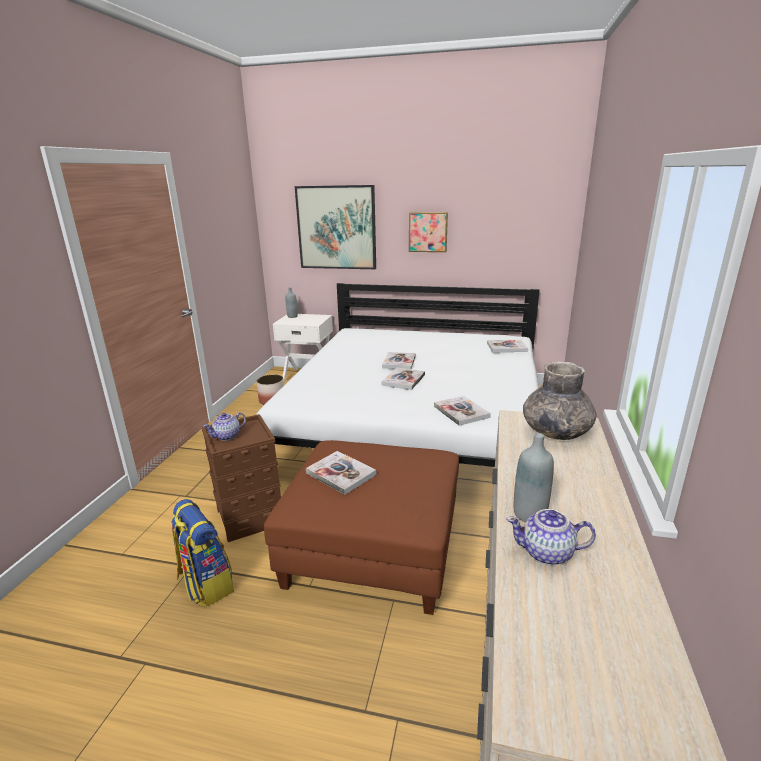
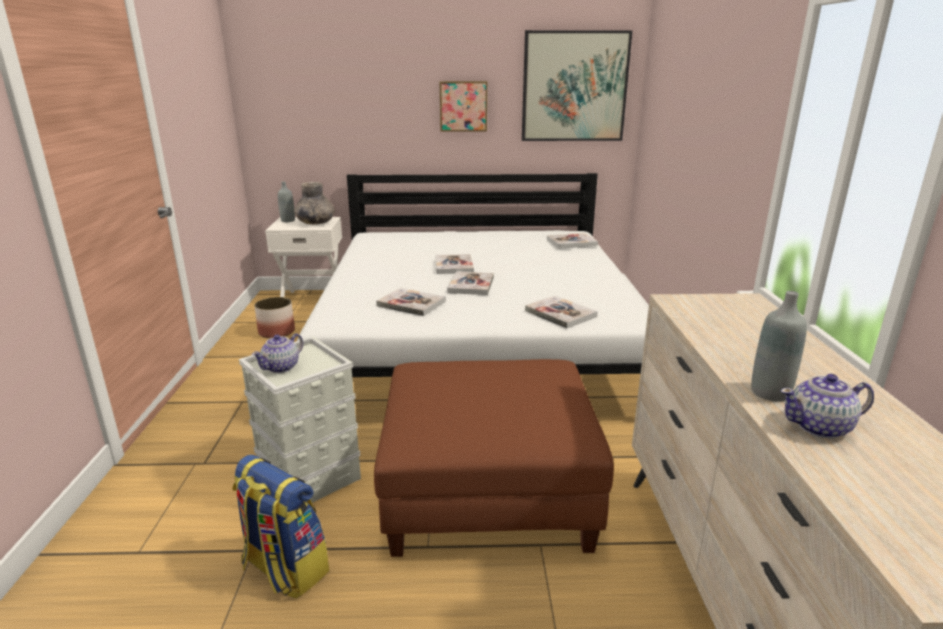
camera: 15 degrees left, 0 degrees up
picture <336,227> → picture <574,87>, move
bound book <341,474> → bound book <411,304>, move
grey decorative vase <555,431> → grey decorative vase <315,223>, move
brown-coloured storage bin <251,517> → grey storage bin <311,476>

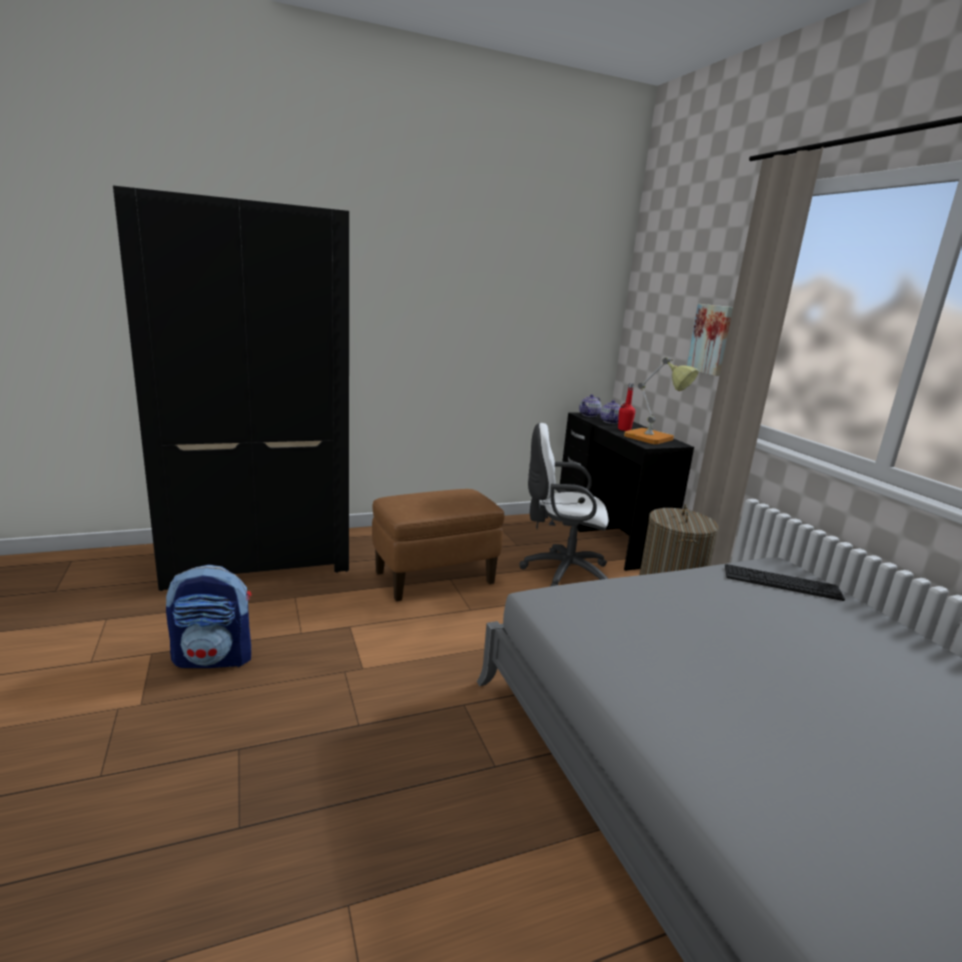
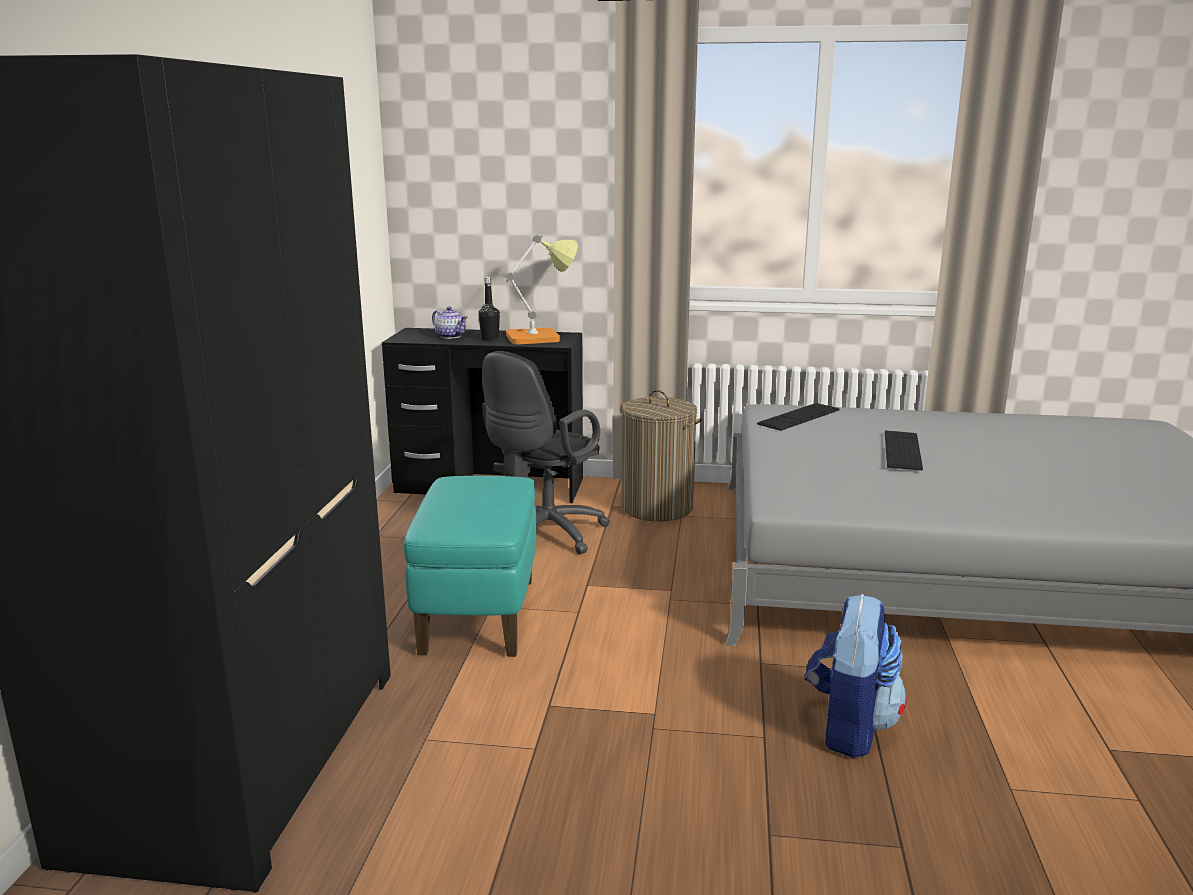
camera: 60 degrees left, 0 degrees up
pot for tea <589,415> → -
picture <711,339> → -
- → computer keyboard <902,450>
knapsack <214,658> → knapsack <849,727>, move
brown-coloured footrest <435,578> → blue-green footrest <478,615>
white-coloured computer chair <561,572> → black computer chair <543,536>
red-coloured beverage bottle <624,429> → black beverage bottle <489,338>

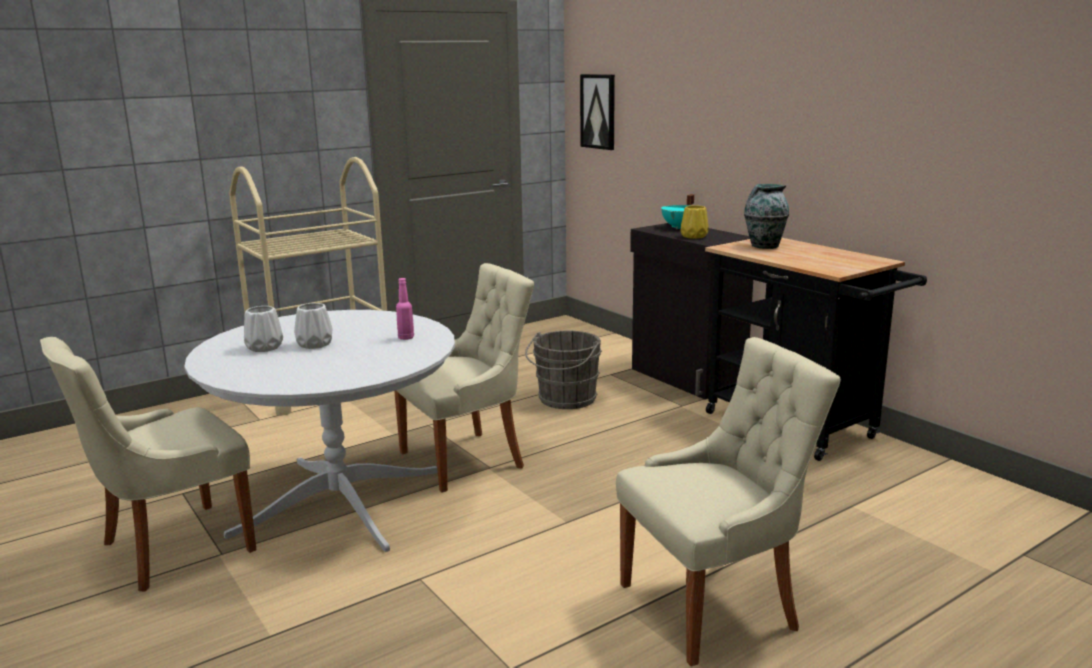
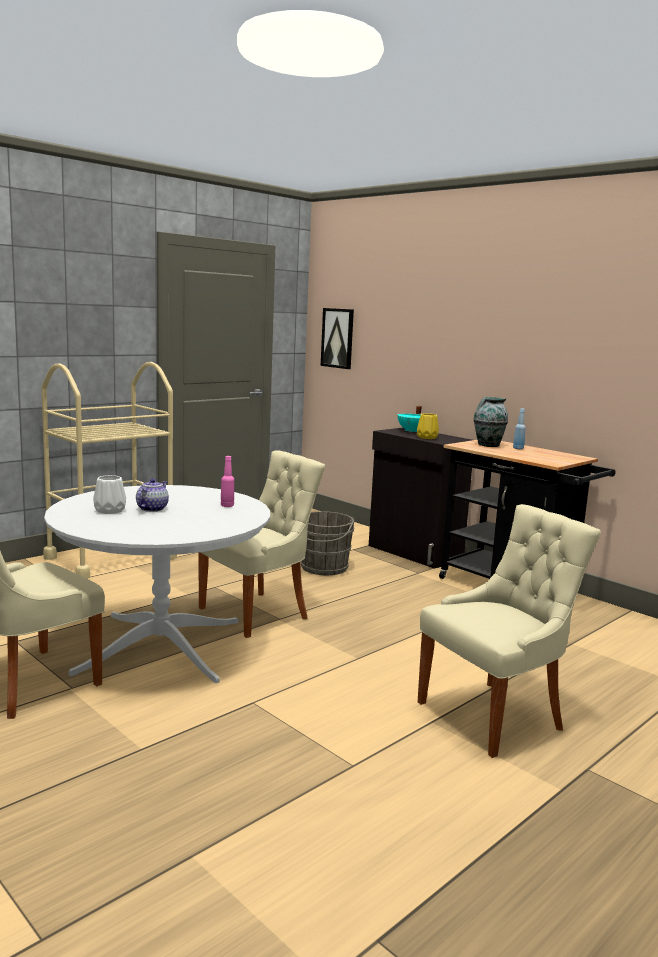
camera: 10 degrees left, 5 degrees down
- → bluish beverage bottle <518,448>
white-coloured decorative vase <315,344> → pot for tea <152,509>

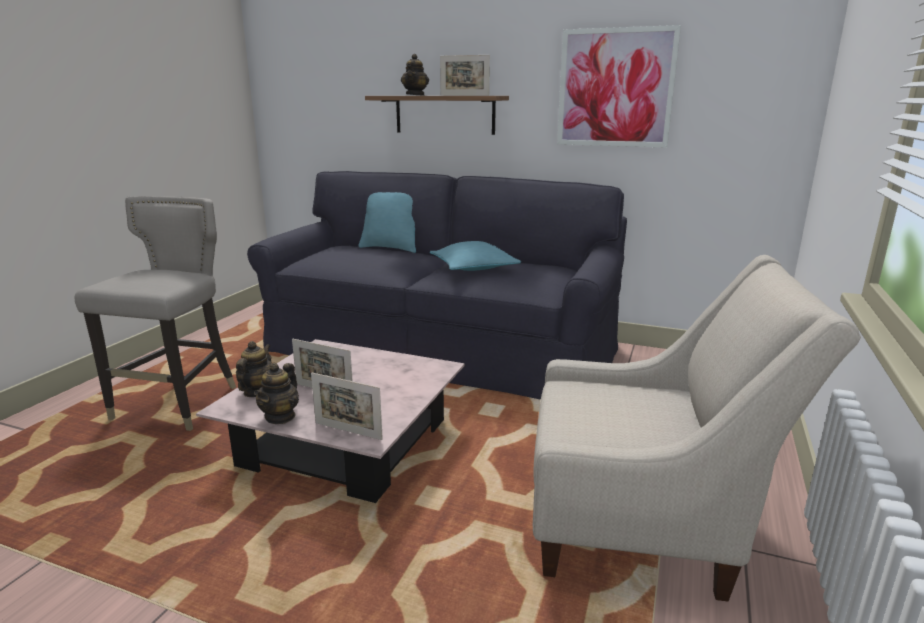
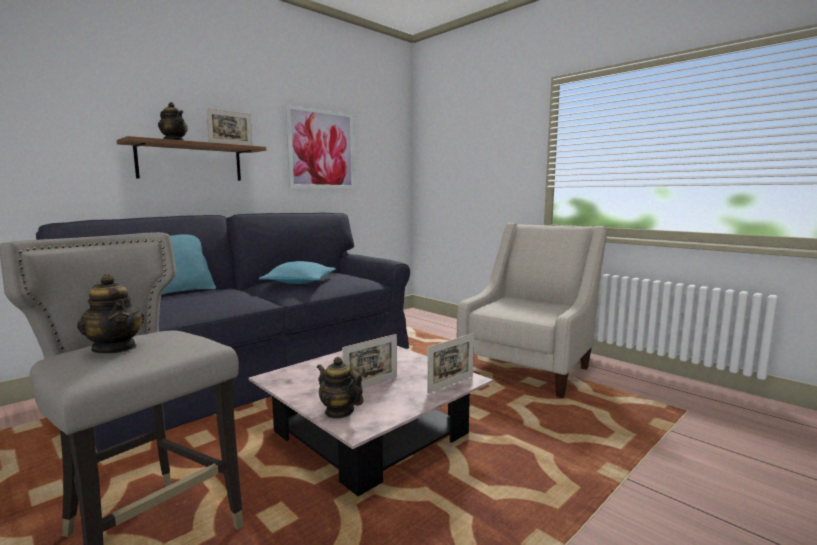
camera: 65 degrees left, 10 degrees down
pot for tea <280,416> → pot for tea <115,348>, move

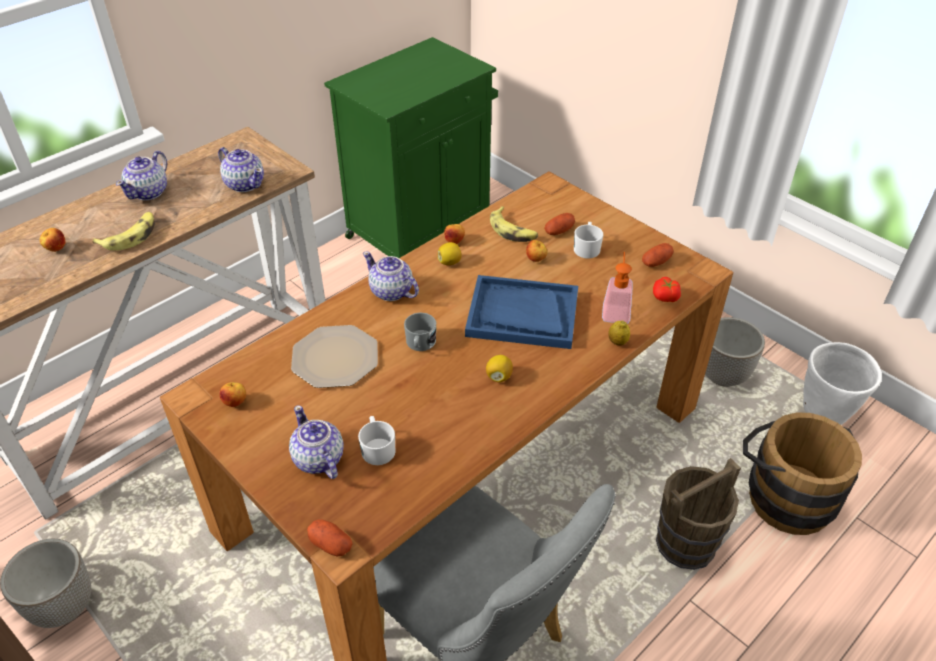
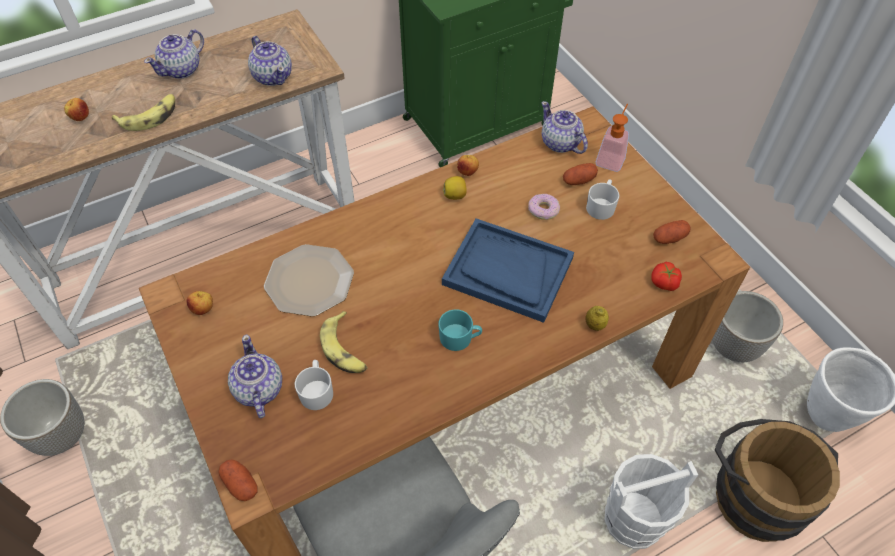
camera: 15 degrees right, 10 degrees up
grey mug <420,344> → -
pot for tea <391,292> → pot for tea <560,143>, move
banana fruit <513,230> → banana fruit <345,349>, move
liquid soap bottle <616,310> → liquid soap bottle <611,158>, move
whole lemon <499,376> → blue-green mug <460,338>
apple <536,259> → donut <543,210>
brown-coloured water bucket <684,544> → white-coloured water bucket <632,519>

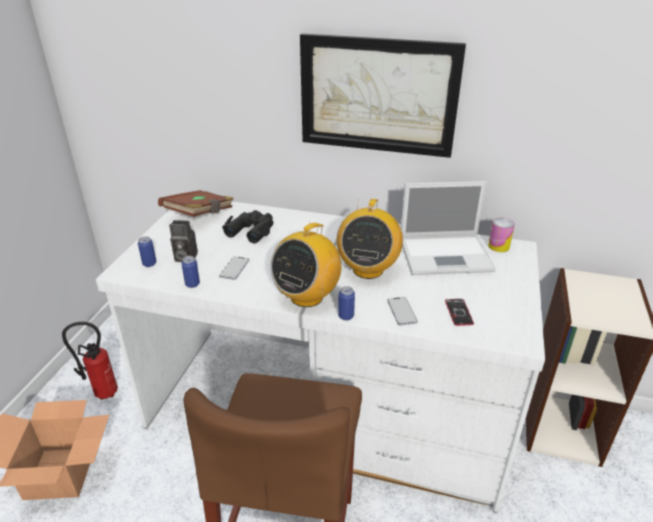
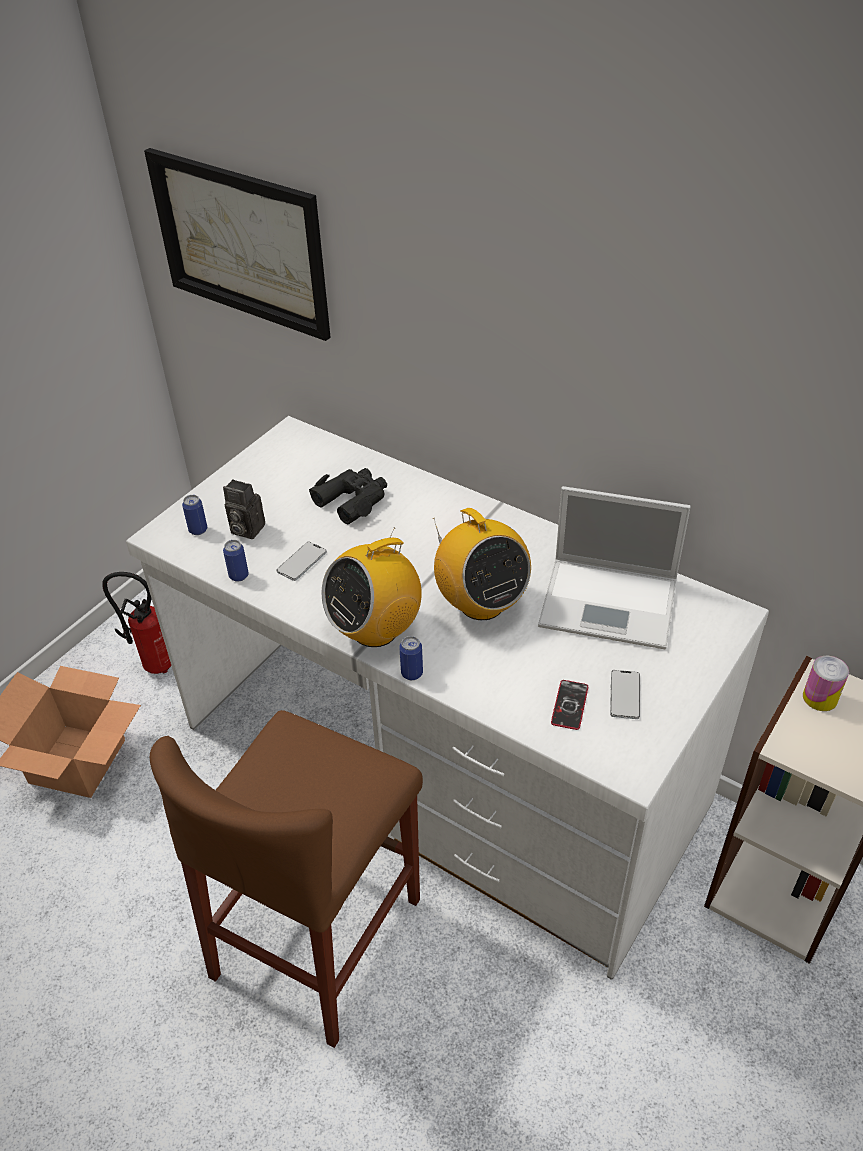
camera: 20 degrees right, 10 degrees up
brown-coloured bound book <200,215> → -
picture <378,95> → picture <241,243>, move
phone <402,312> → phone <625,695>, move
can <498,246> → can <820,698>, move
radio receiver <368,269> → radio receiver <481,603>, 60 degrees counterclockwise

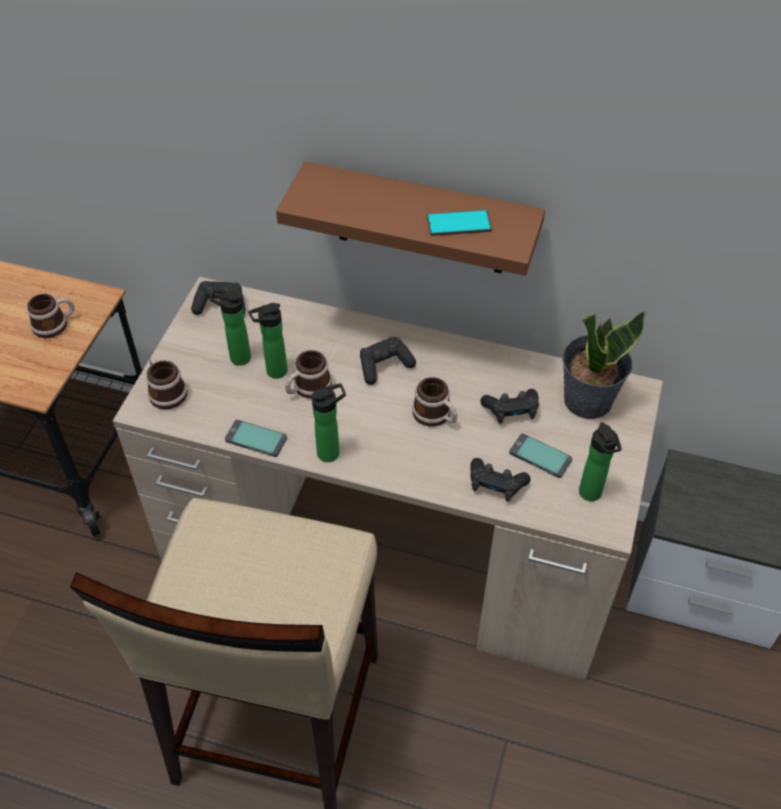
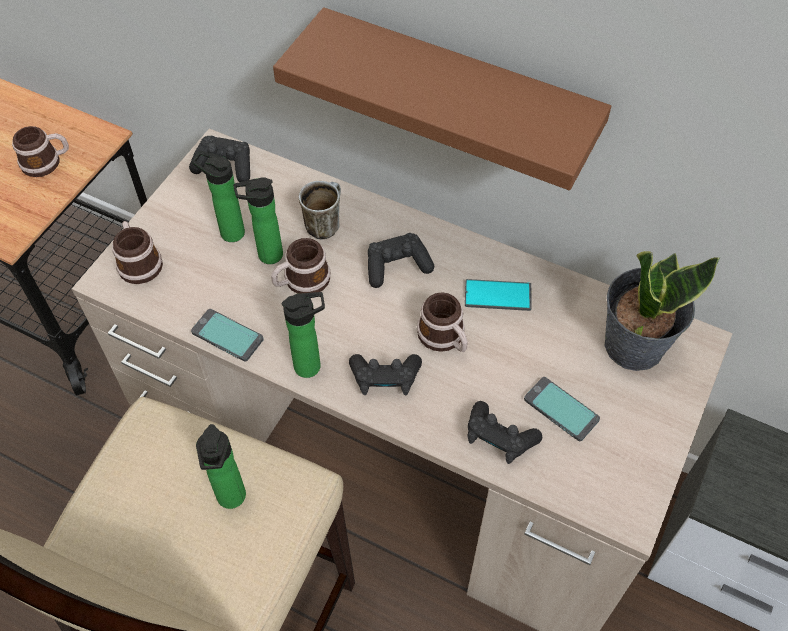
camera: 10 degrees right, 5 degrees up
- → mug <324,223>
phone <459,223> → phone <498,295>, move
black joypad <511,411> → black joypad <385,379>, move
beverage bottle <591,495> → beverage bottle <231,500>, move

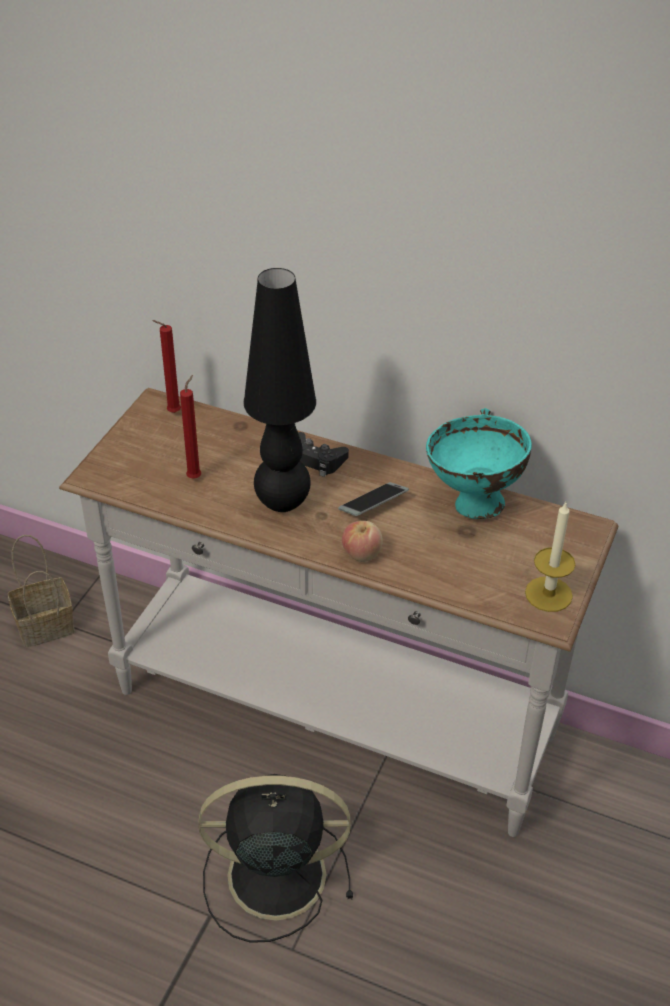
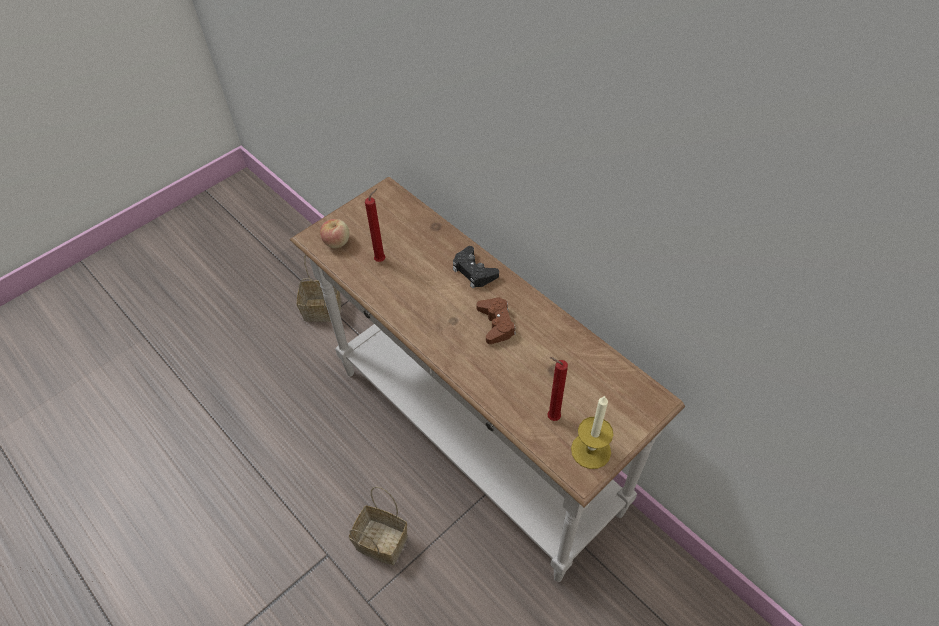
camera: 25 degrees right, 10 degrees up
black tabletop lamp <282,503> → -
blue-green bowl <472,505> → -
red-coloured candle <171,413> → red-coloured candle <551,417>, move
apple <361,553> → apple <337,242>, move
black electric fan <272,875> → household basket <379,542>
phone <373,504> → brown-coloured joypad <496,324>

